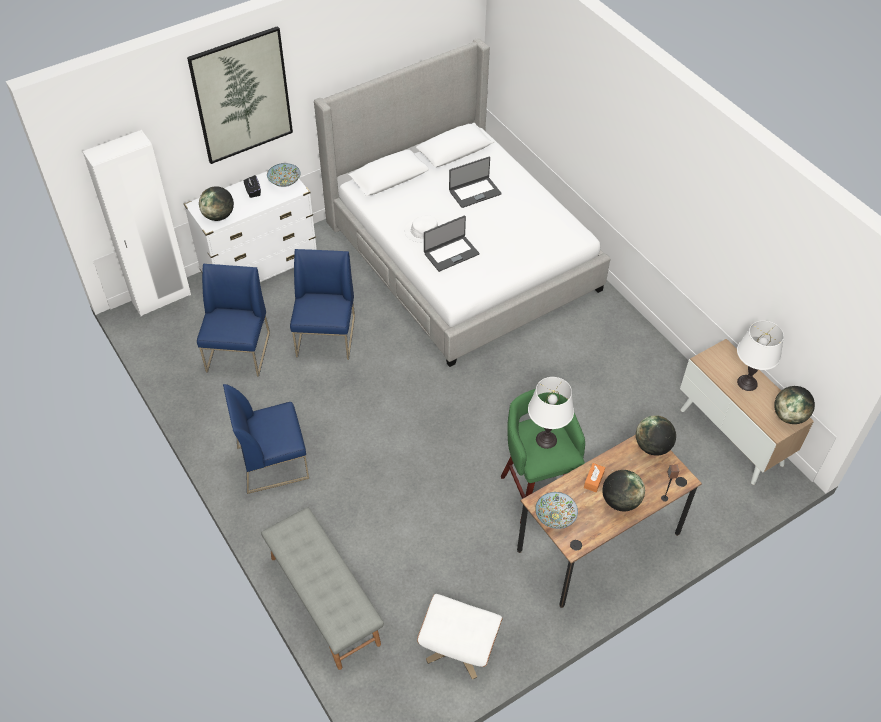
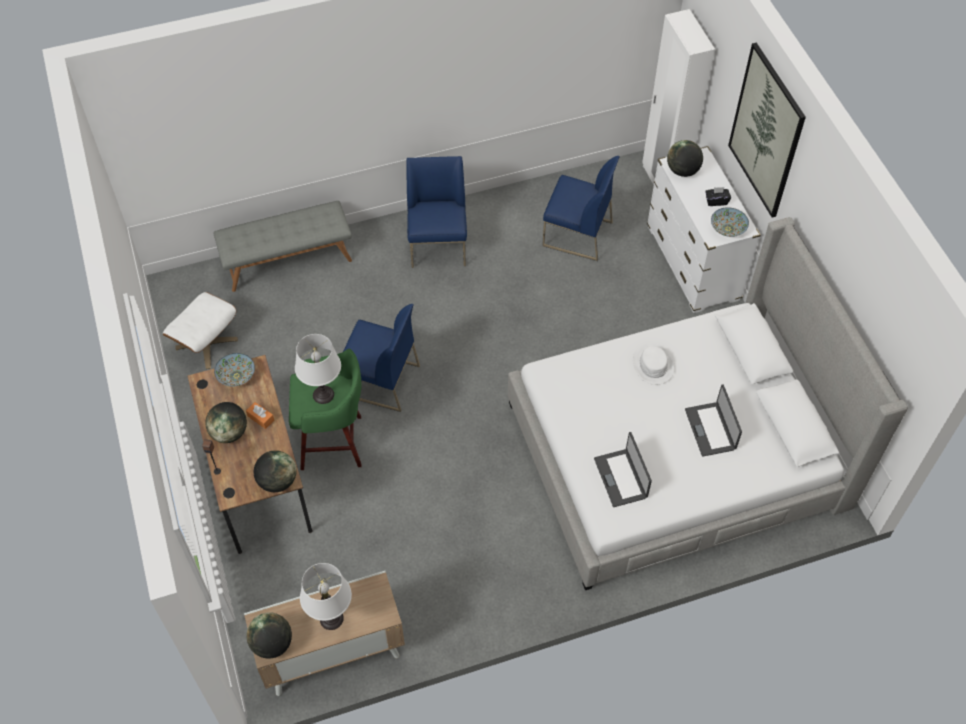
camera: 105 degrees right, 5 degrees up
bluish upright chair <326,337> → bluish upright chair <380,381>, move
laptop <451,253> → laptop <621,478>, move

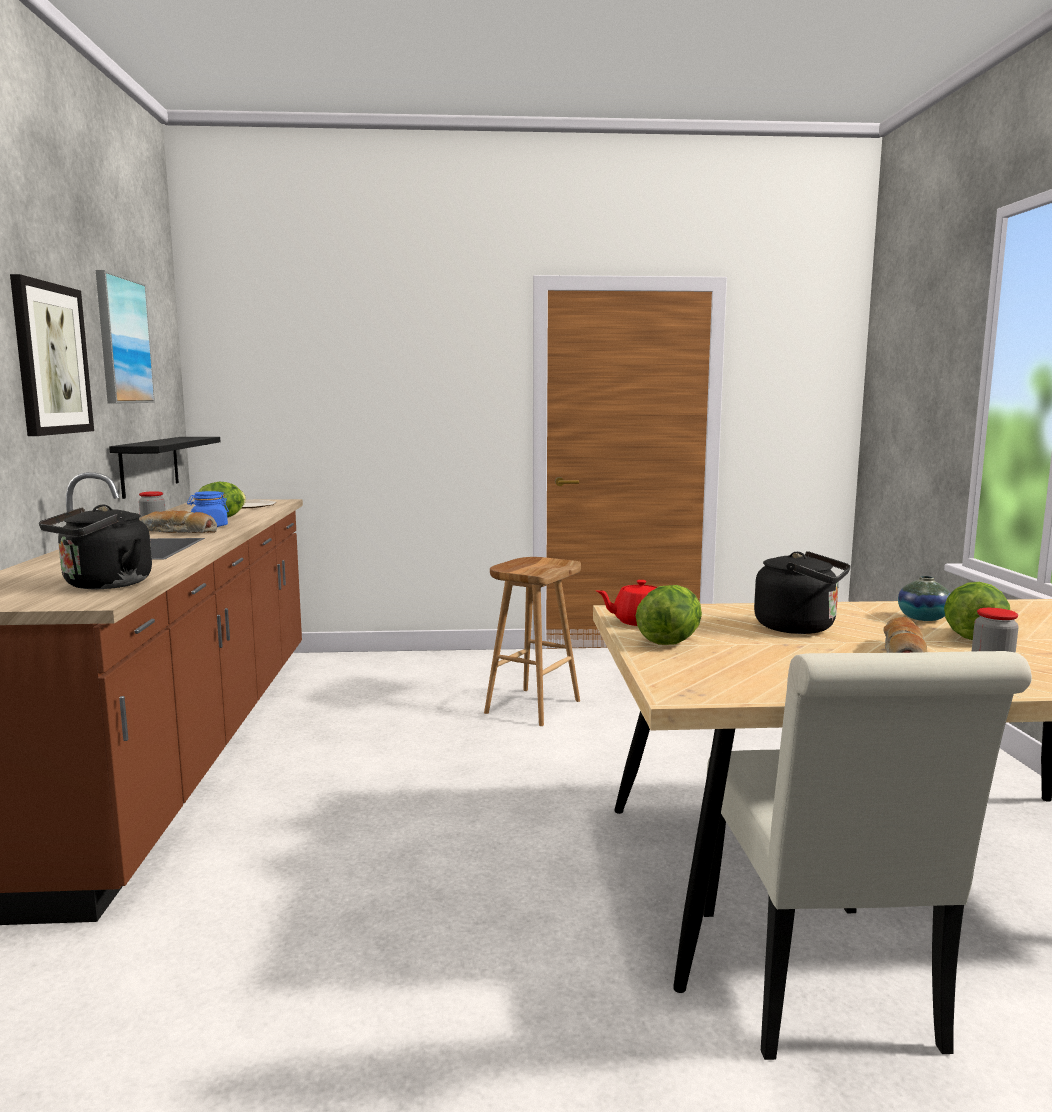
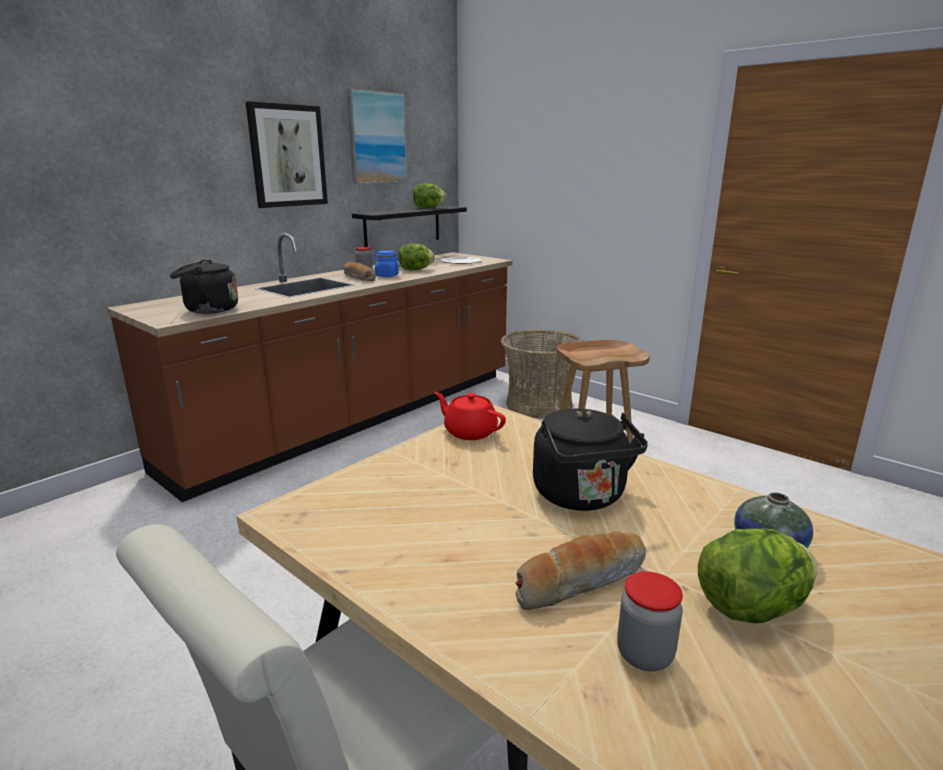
camera: 45 degrees right, 10 degrees up
- → household basket <539,405>
lettuce head <669,641> → lettuce head <428,208>, move

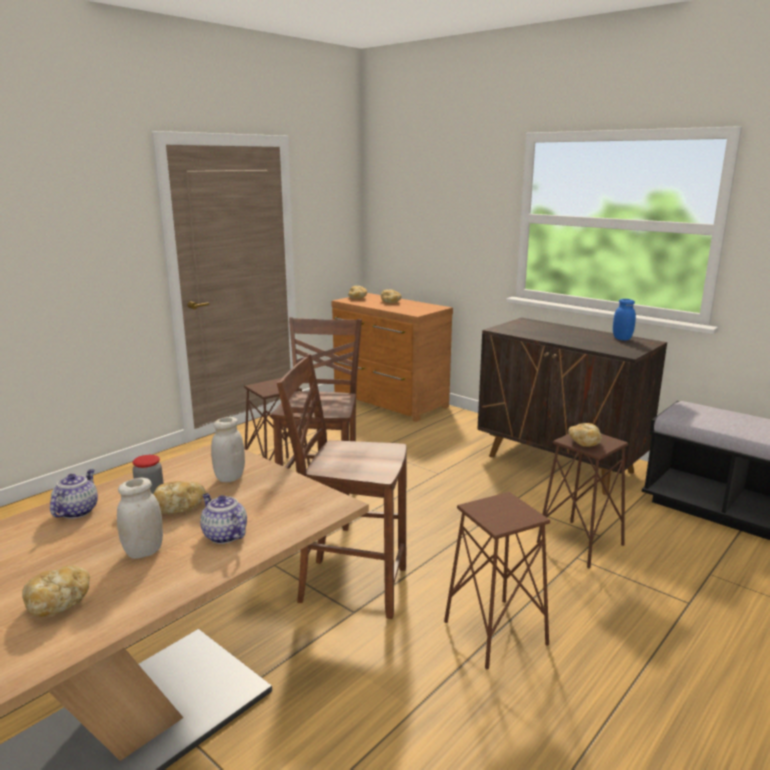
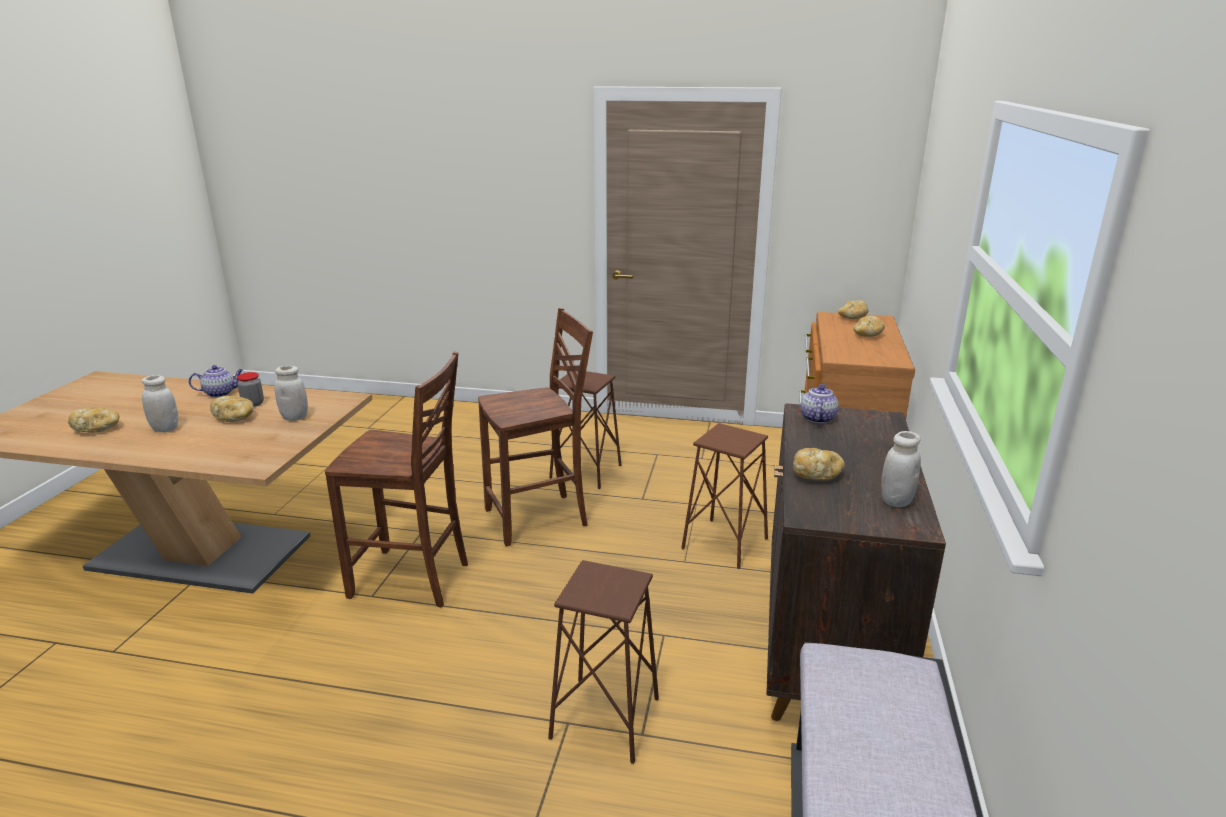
camera: 60 degrees right, 5 degrees up
pot for tea <224,535> → pot for tea <817,418>, move
brown-coloured sitting stool <495,633> → brown-coloured sitting stool <725,543>, move
bakery bread <584,442> → bakery bread <816,475>, move
bluish jar <622,339> → white-coloured jar <896,501>
brown-coloured upright chair <350,585> → brown-coloured upright chair <412,580>, 120 degrees clockwise

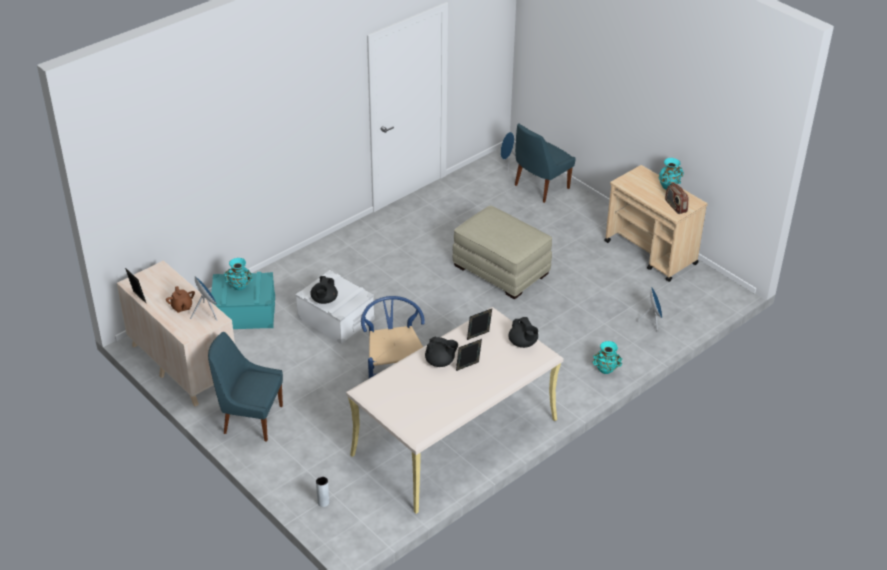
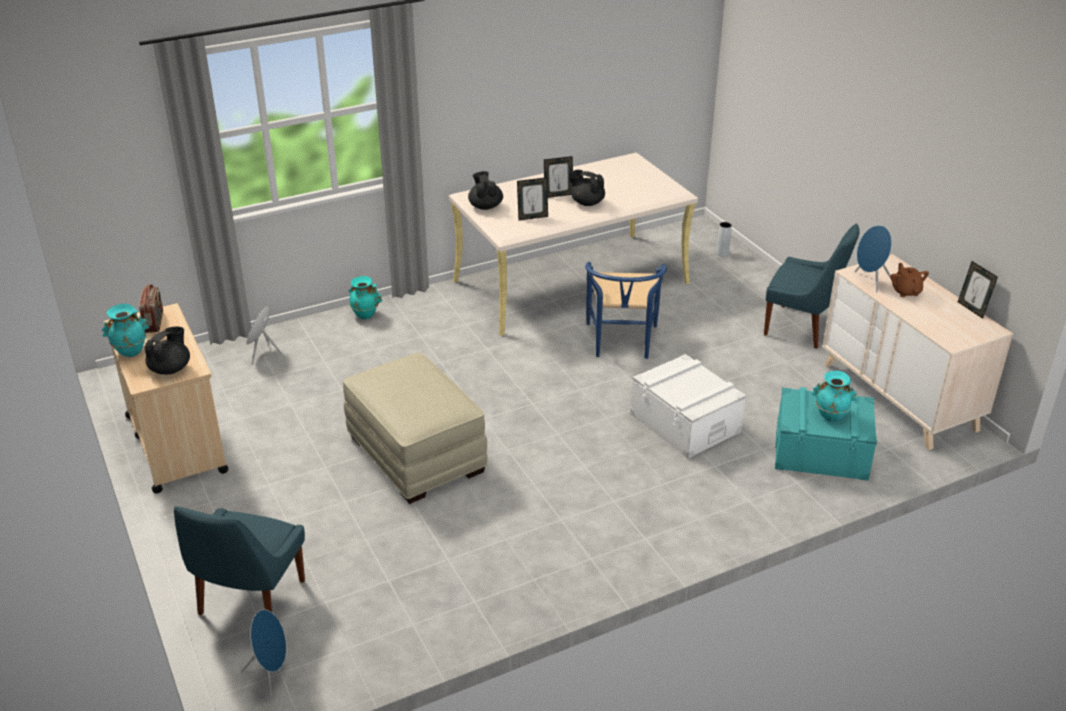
camera: 165 degrees left, 5 degrees down
black pot for tea <324,300> → black pot for tea <171,369>, move
bluish upright chair <540,187> → bluish upright chair <249,600>, 135 degrees clockwise

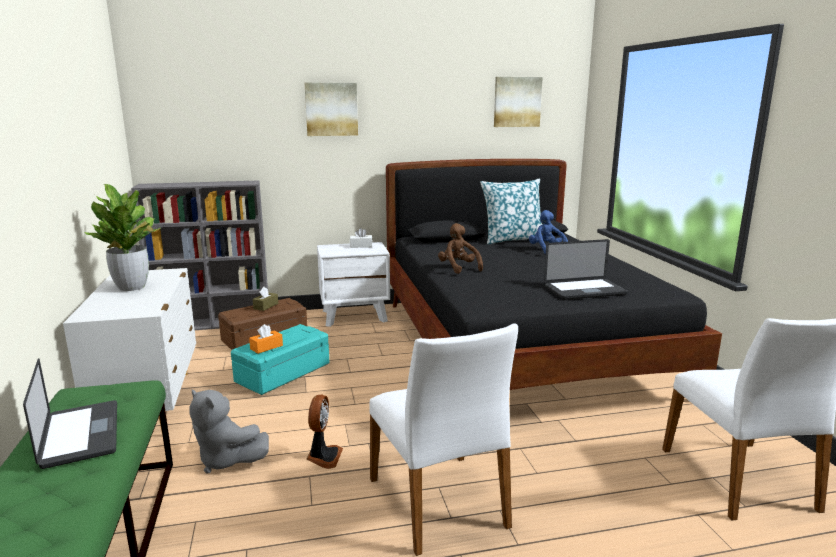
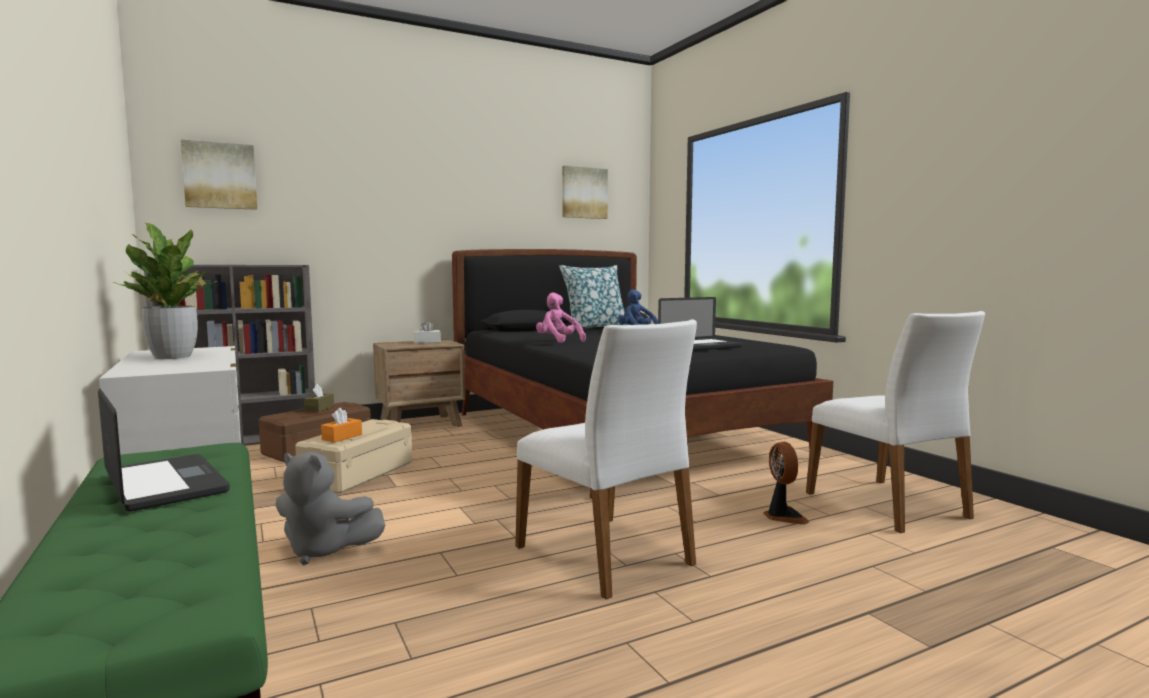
camera: 15 degrees left, 10 degrees down
picture <331,109> → picture <220,176>, move
electric fan <323,456> → electric fan <783,516>, move
blue-green storage bin <283,372> → sand-coloured storage bin <357,473>
white-coloured night table <355,316> → brown-coloured night table <421,424>
brown-coloured cuddly toy <458,268> → pink cuddly toy <558,341>

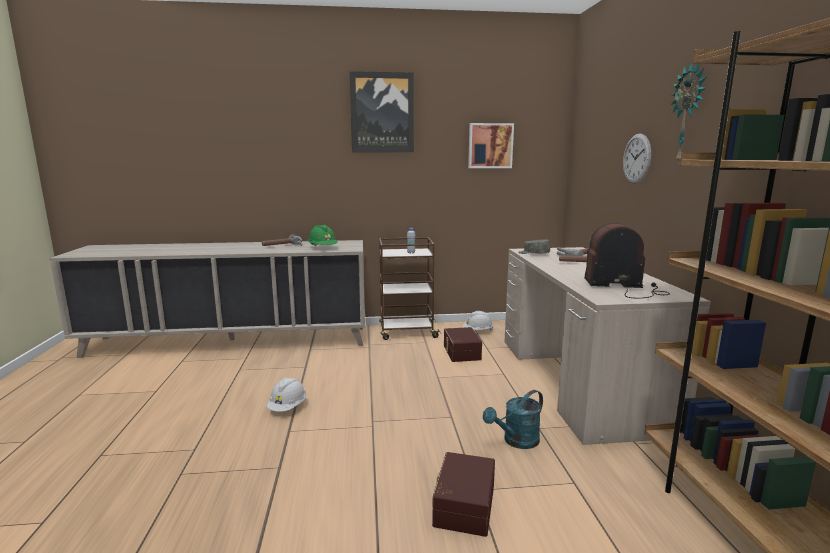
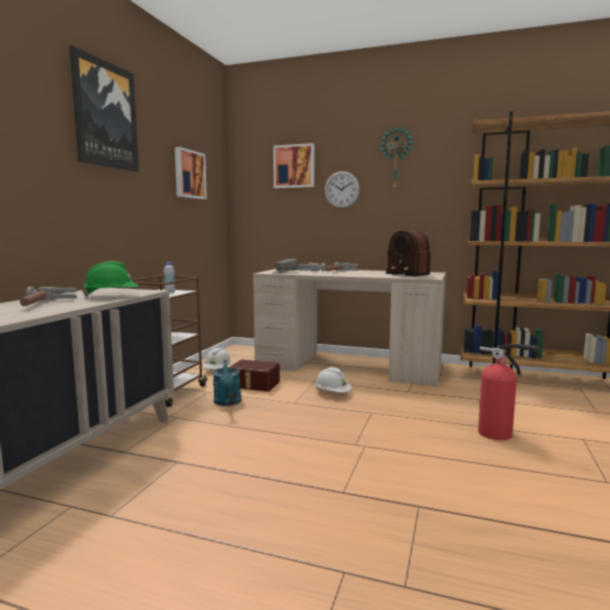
camera: 65 degrees left, 5 degrees down
- → picture <294,166>
white-coloured work helmet <288,407> → white-coloured work helmet <332,393>, move
blue-green watering pot <516,441> → blue-green watering pot <227,403>, move
brown-coloured storage bin <462,505> → fire-fighting cylinder <498,434>
radio receiver <624,288> → radio receiver <407,274>, 75 degrees counterclockwise

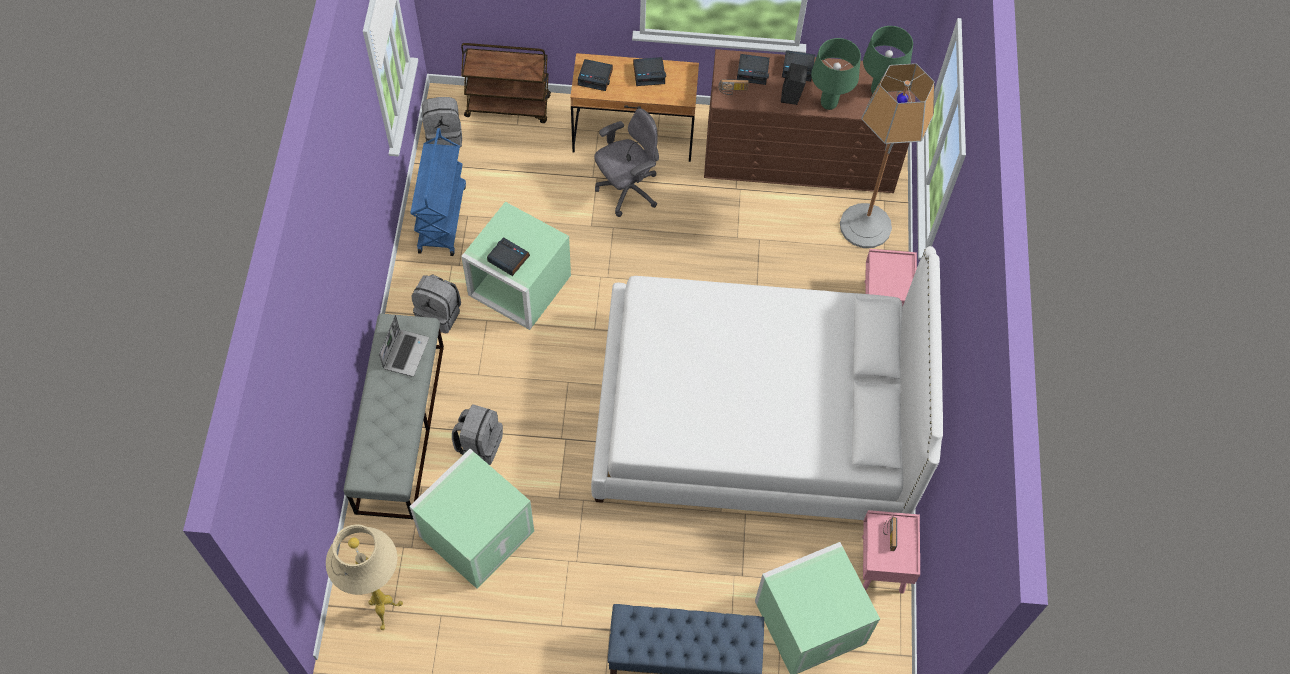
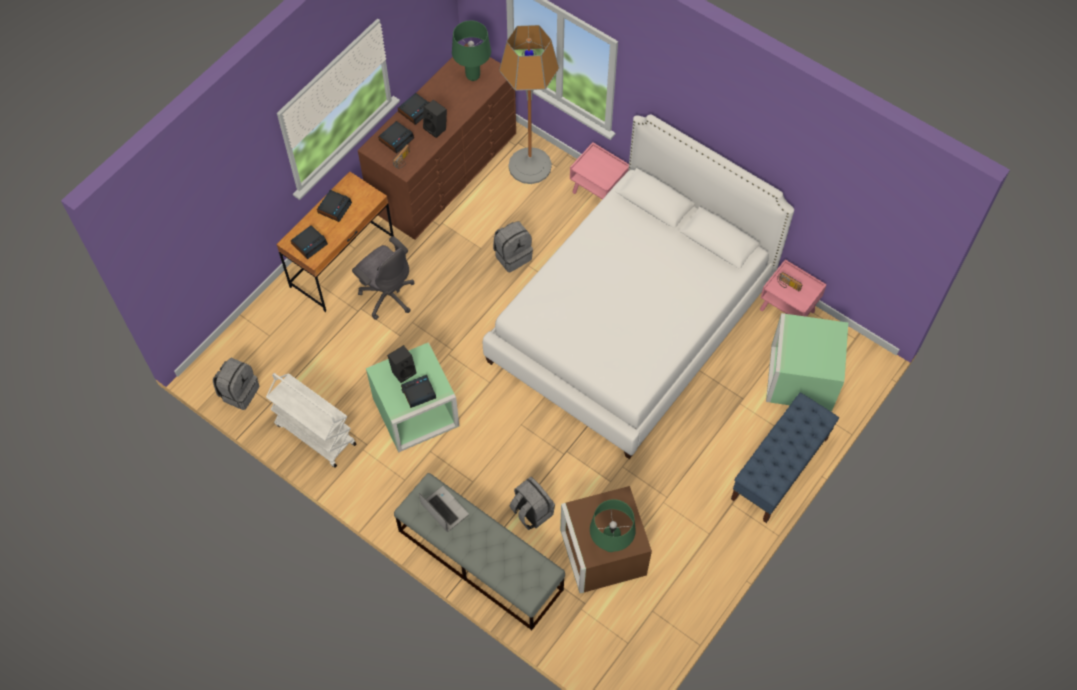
camera: 55 degrees left, 0 degrees up
sand-coloured standing lamp <385,613> → -
brown-coloured wheeled cart <508,106> → -
- → black loudspeaker <403,371>
grey knapsack <440,314> → grey knapsack <512,255>, move
greenish tabletop lamp <829,104> → greenish tabletop lamp <610,545>, move
greenish storage bin <476,532> → brown-coloured storage bin <601,551>
bluish wheeled cart <441,218> → white-coloured wheeled cart <315,434>
grey computer chair <627,190> → grey computer chair <387,295>, 135 degrees clockwise

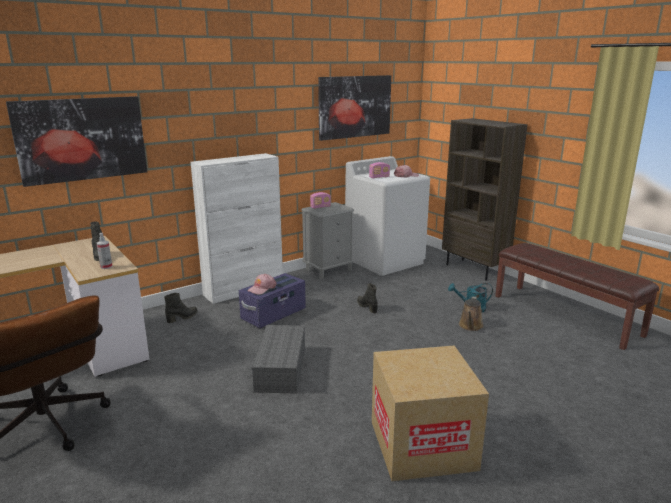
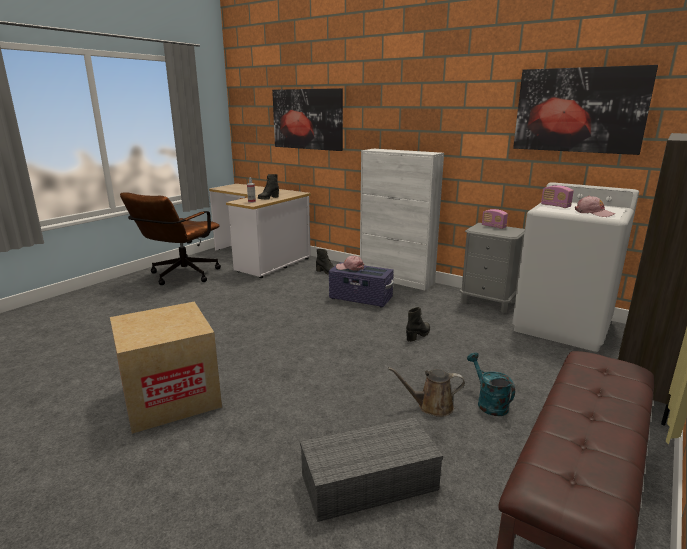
camera: 70 degrees right, 0 degrees up
grey storage bin <281,369> → grey storage bin <367,483>, move

